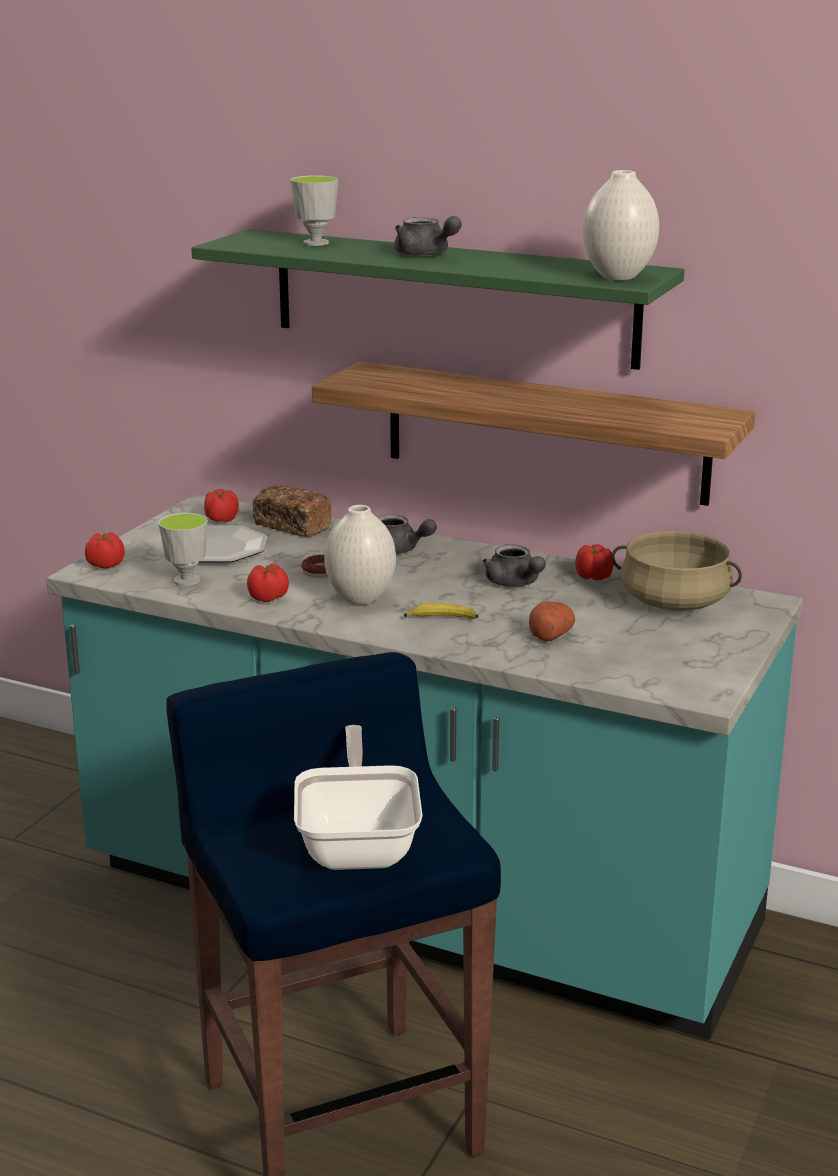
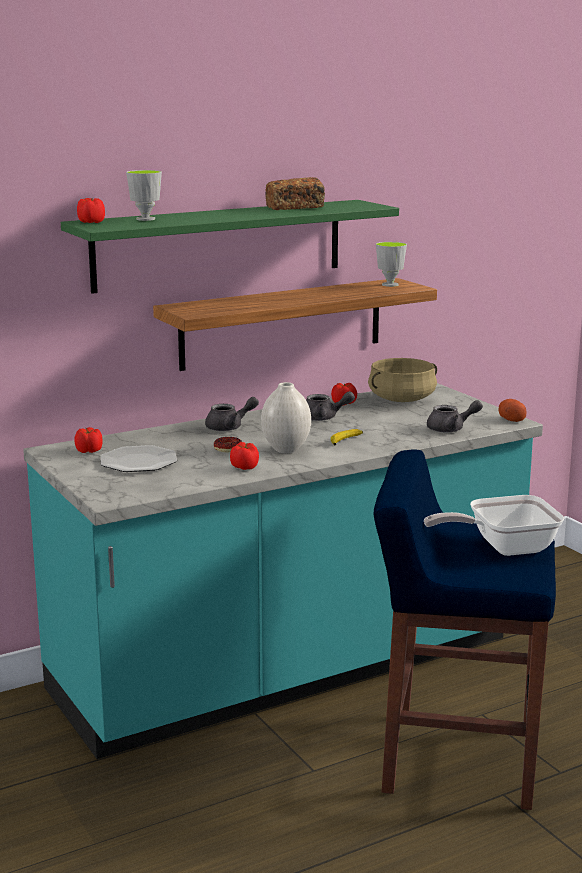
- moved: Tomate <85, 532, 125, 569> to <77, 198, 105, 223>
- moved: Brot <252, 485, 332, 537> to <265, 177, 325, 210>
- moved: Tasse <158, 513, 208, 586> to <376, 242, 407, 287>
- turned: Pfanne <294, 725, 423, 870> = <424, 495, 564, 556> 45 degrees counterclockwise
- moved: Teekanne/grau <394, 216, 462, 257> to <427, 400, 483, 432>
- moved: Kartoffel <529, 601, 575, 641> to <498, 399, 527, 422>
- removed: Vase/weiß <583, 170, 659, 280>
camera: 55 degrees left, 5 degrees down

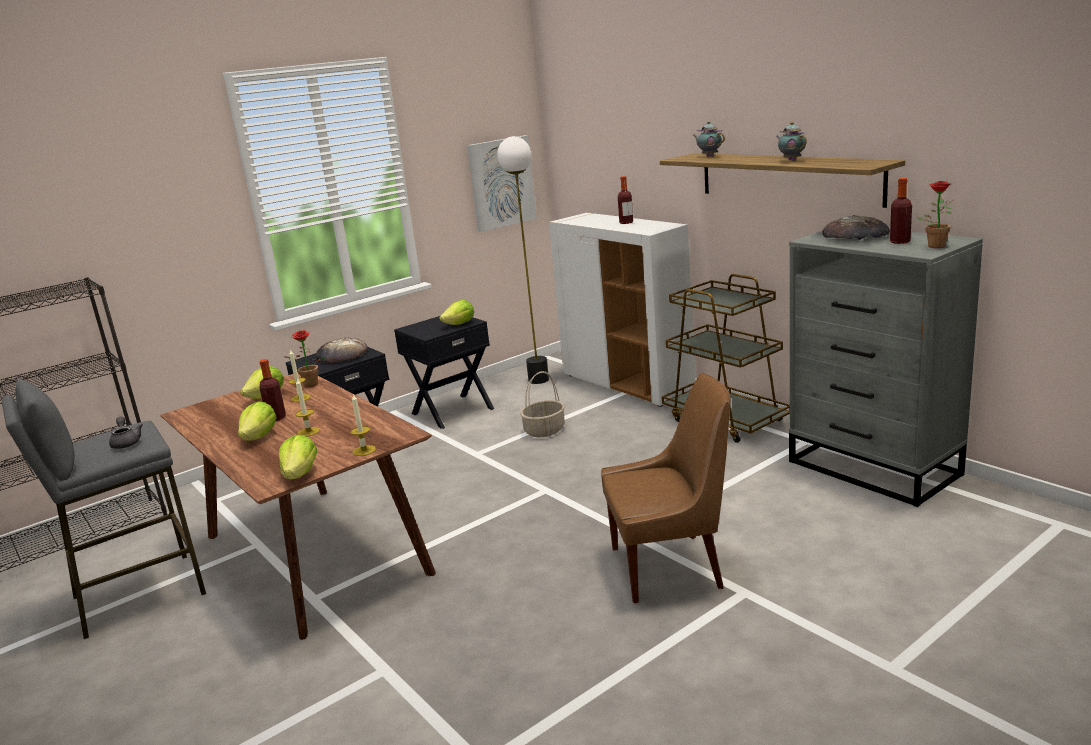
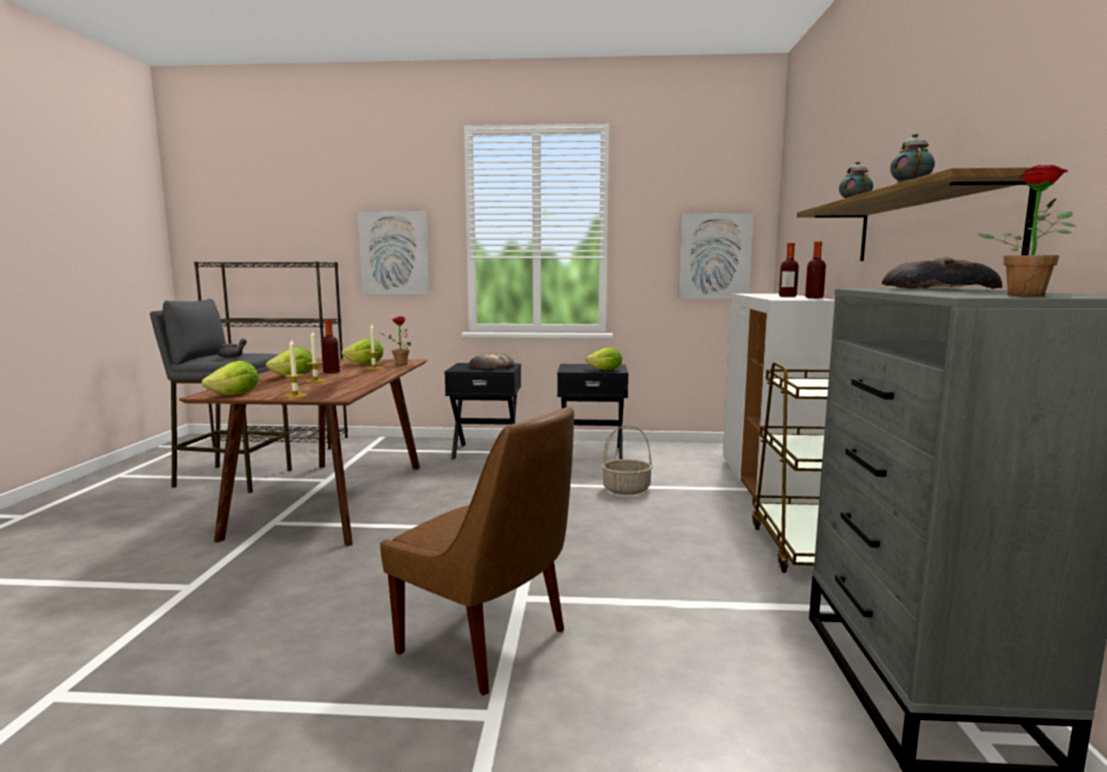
- added: Bild <358, 211, 429, 294>
- moved: Flasche <890, 178, 912, 244> to <805, 241, 826, 298>
- removed: Stehlampe <497, 136, 549, 384>
camera: 40 degrees right, 10 degrees down

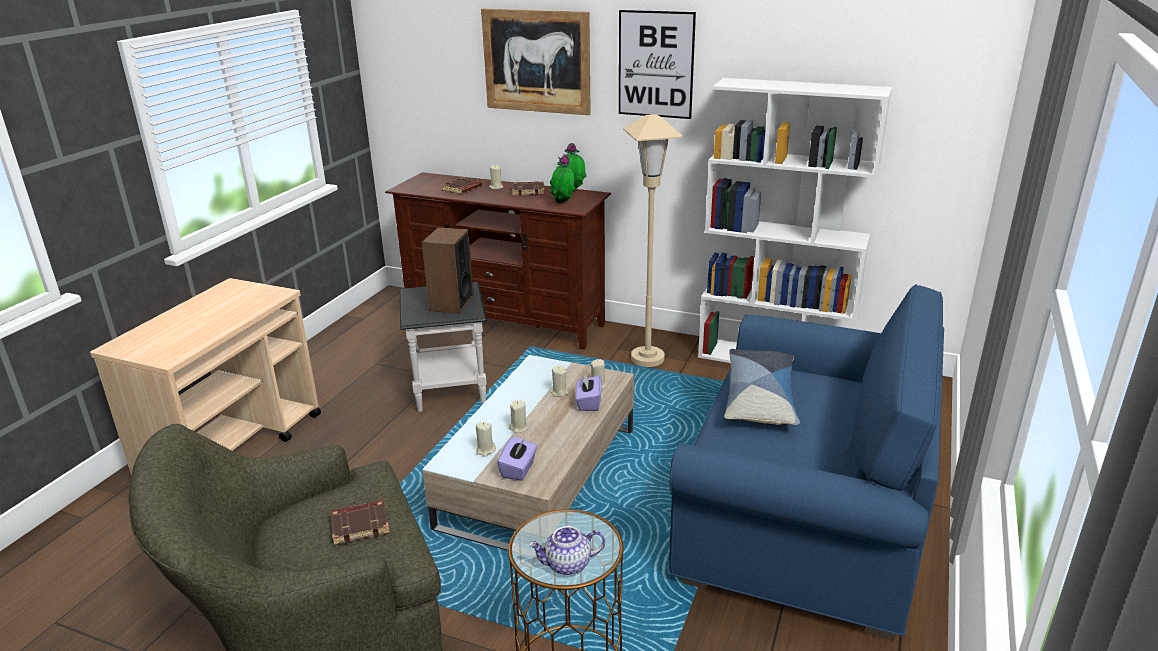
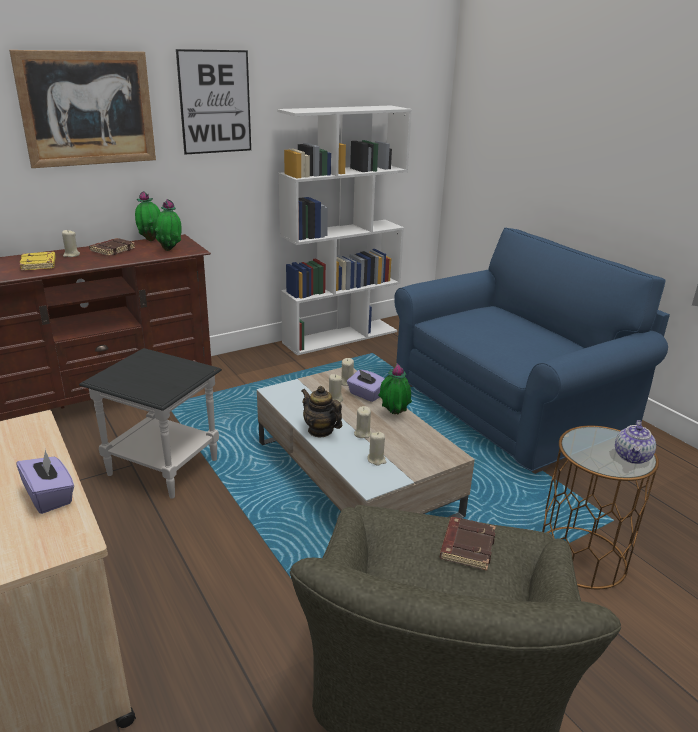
- moved: Taschentuchbox/lila <497, 436, 537, 481> to <16, 449, 74, 514>
- recoloured: Buch/braun <442, 177, 482, 194> to Buch/gelb <20, 252, 56, 271>
- added: Teekanne <301, 386, 342, 437>
- added: Topfpflanze <378, 363, 412, 414>
- removed: Lautsprecher <422, 227, 474, 314>
- removed: Stehlampe/beige <623, 114, 683, 367>
- removed: Kissen <724, 349, 800, 425>
camera: 55 degrees left, 0 degrees up

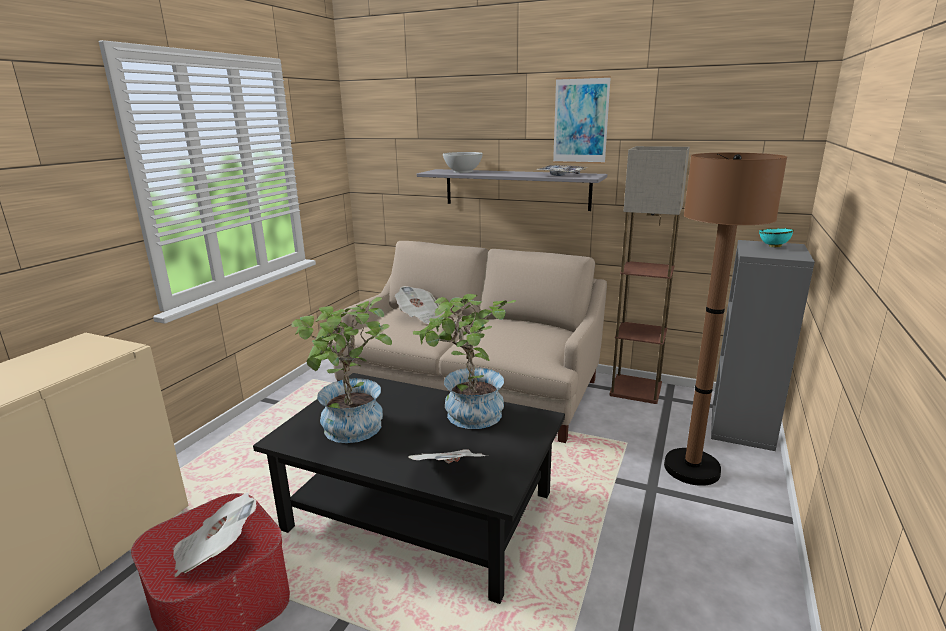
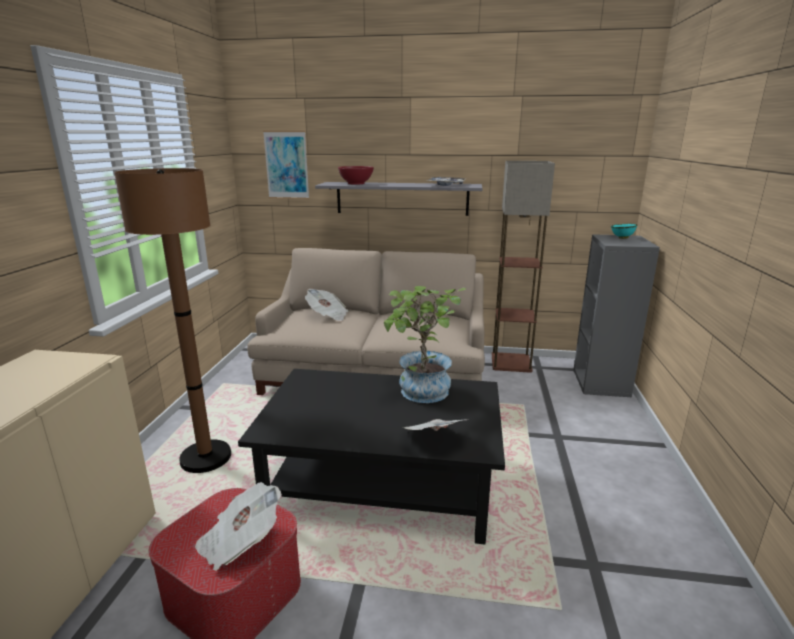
- moved: Stehlampe/braun <664, 153, 787, 486> to <114, 168, 231, 473>
- moved: Bild <553, 76, 611, 164> to <263, 131, 309, 199>
- recoloured: Schüssel/weiß <443, 152, 483, 173> to Schüssel/rot <338, 166, 374, 185>
- removed: Topfpflanze <292, 297, 392, 443>
camera: 15 degrees left, 0 degrees up

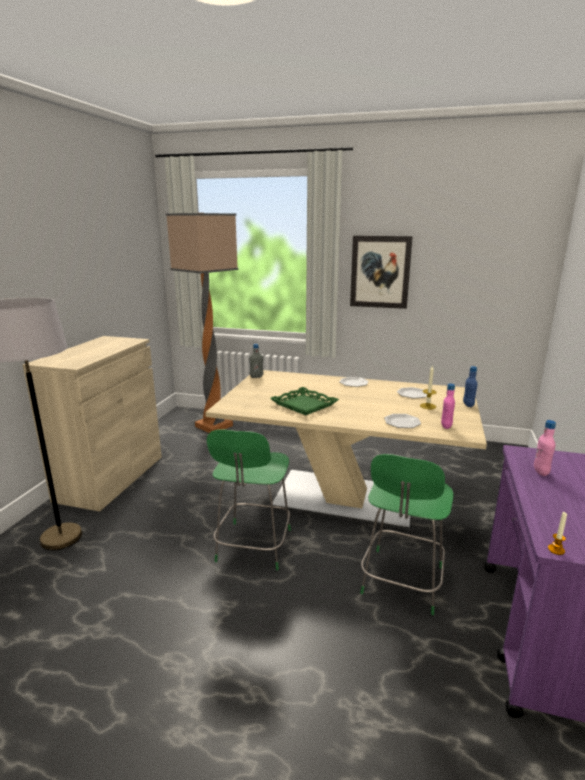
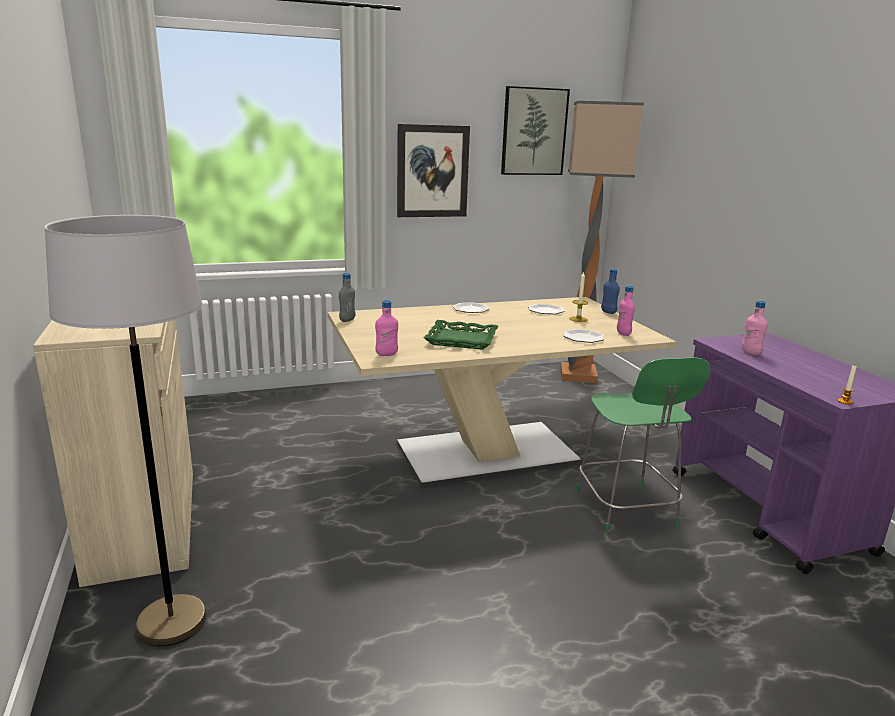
- added: Flasche/rosa <375, 300, 398, 356>
- added: Bild <501, 86, 570, 175>
- moved: Stehlampe <166, 213, 238, 433> to <561, 101, 644, 383>
- removed: Stuhl/grün <207, 429, 291, 570>
camera: 35 degrees left, 0 degrees up

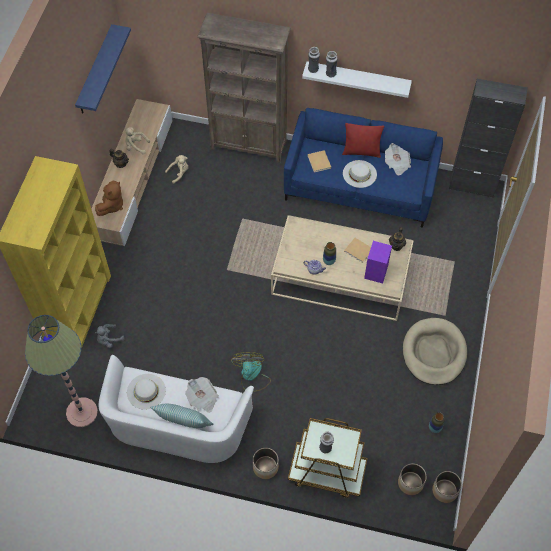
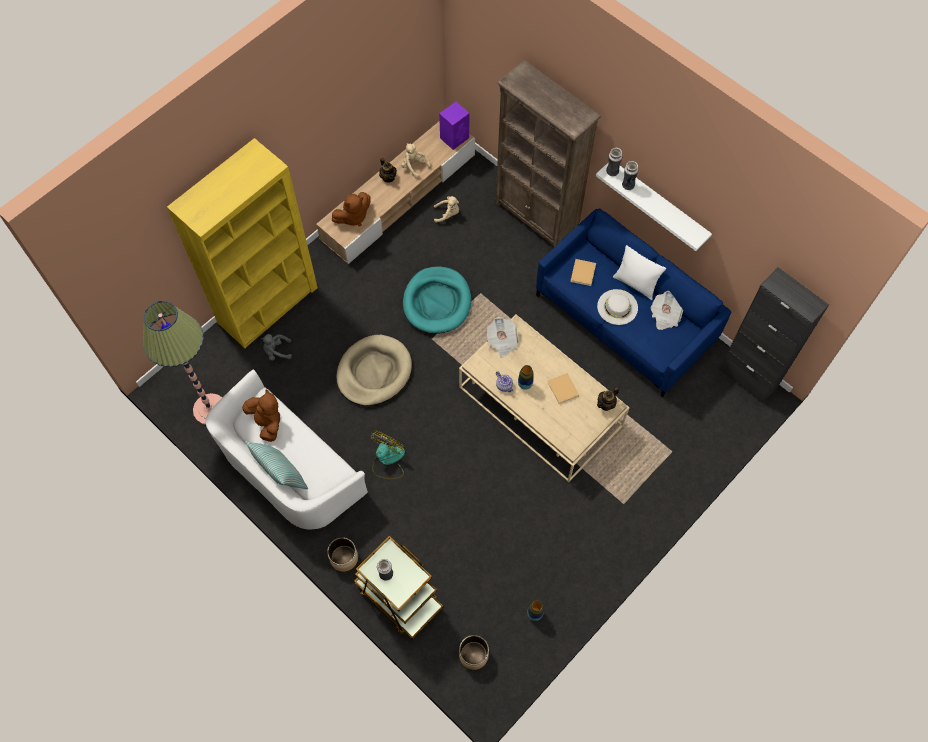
- replaced: Hut/weiß <127, 374, 166, 410> to Plüschtier/braun <242, 389, 280, 442>
- moved: Hundebett/beige <403, 318, 467, 385> to <336, 335, 412, 406>
- added: Hundebett/türkis <403, 267, 471, 334>
- moved: Lautsprecher/lila <364, 241, 392, 284> to <439, 102, 469, 150>
- moved: Zeitung <185, 377, 219, 413> to <487, 317, 519, 358>
- recoloured: Kissen/rot <342, 123, 384, 158> to Kissen/weiß <613, 245, 666, 300>
- removed: Wandregal/blau <75, 24, 131, 114>
- removed: Pflanzkübel <432, 471, 462, 503>
camera: 30 degrees right, 5 degrees up

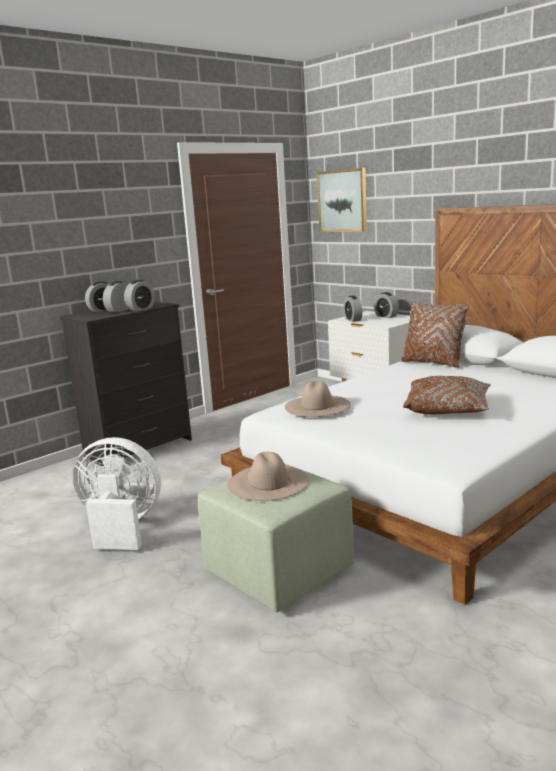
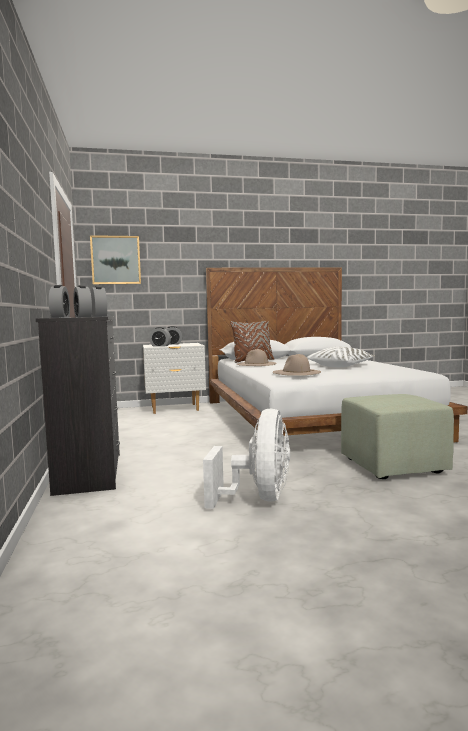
- turned: Ventilator/weiß <73, 437, 161, 550> = <203, 408, 290, 509> 150 degrees clockwise
- moved: Hut/beige <227, 452, 308, 501> to <237, 349, 276, 366>
- recoloured: Kissen/braun <403, 376, 491, 415> to Kissen/weiß <307, 346, 375, 367>
camera: 60 degrees left, 10 degrees down

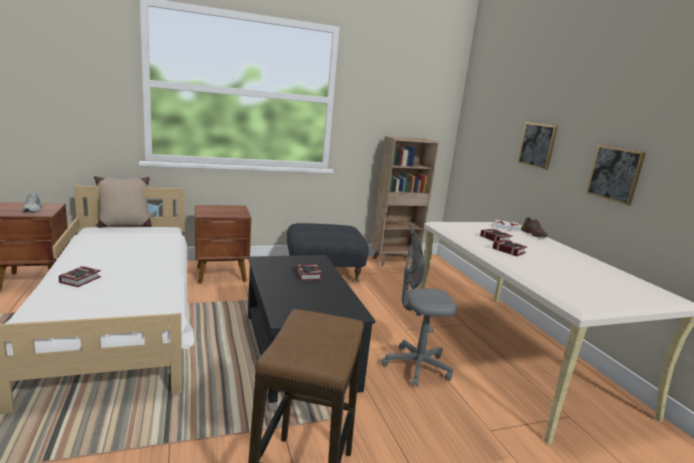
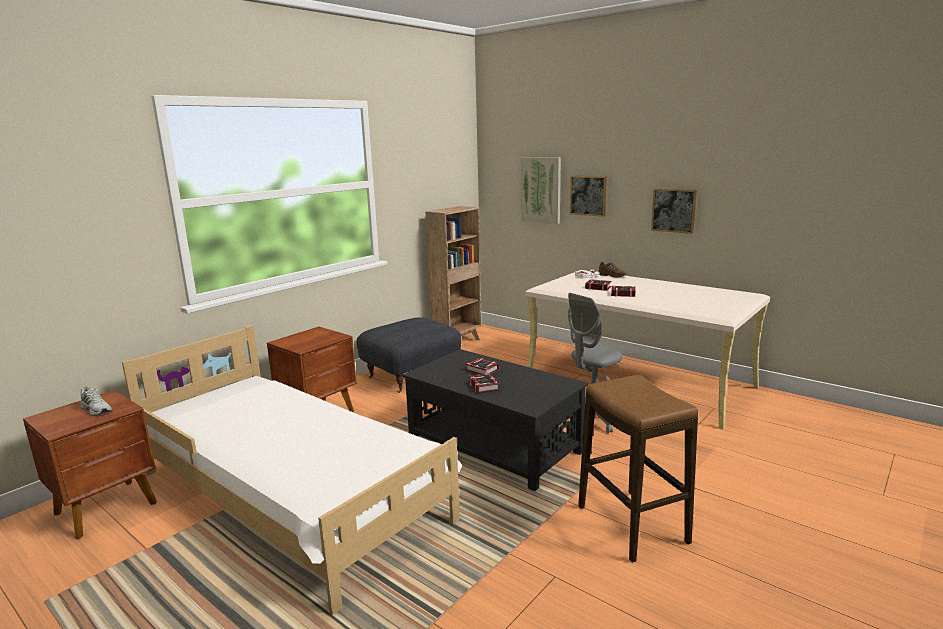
- moved: Buch <59, 266, 101, 287> to <469, 373, 499, 394>
- added: Bild <521, 157, 561, 224>
- removed: Kissen/beige <94, 176, 152, 228>
camera: 30 degrees left, 0 degrees up

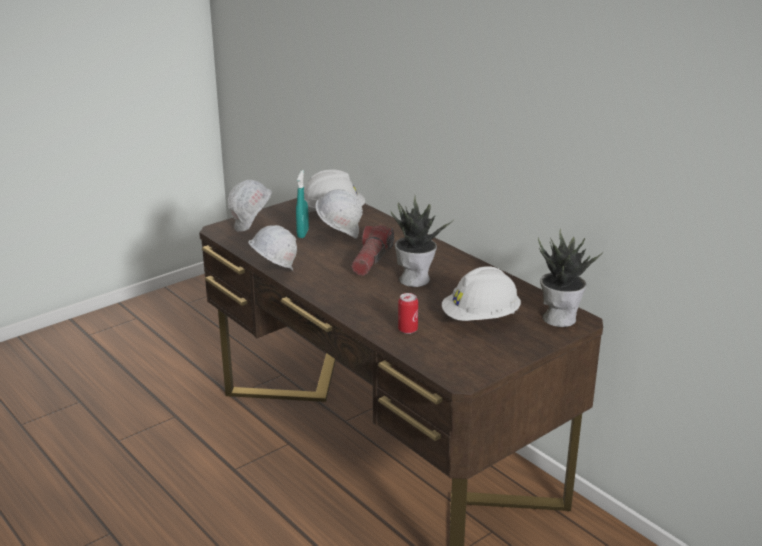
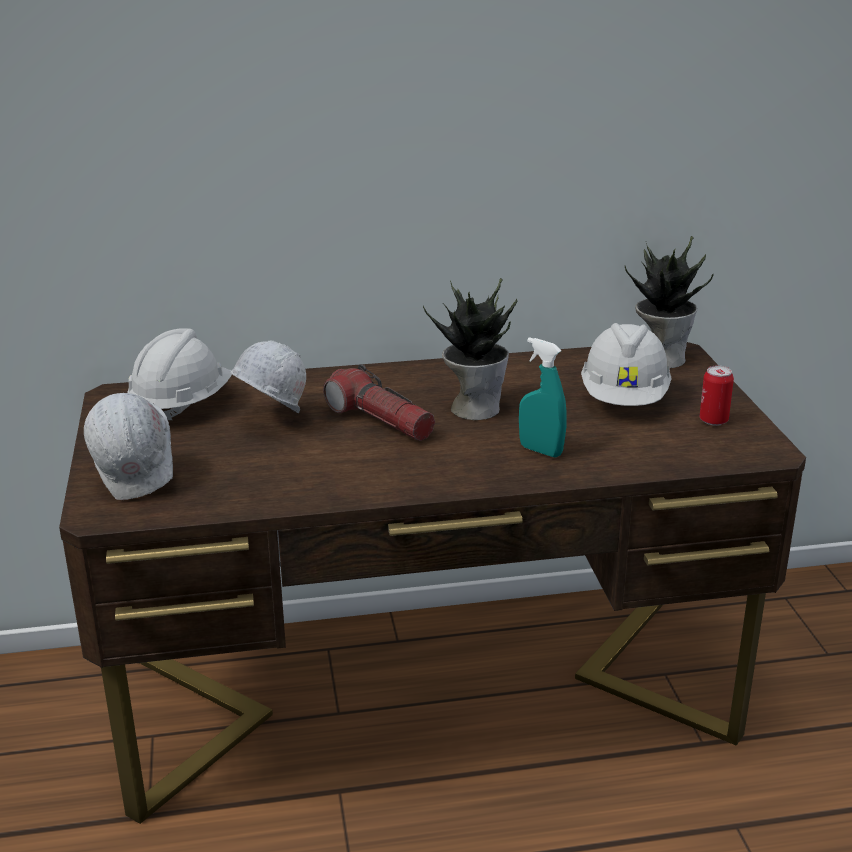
- moved: Sprühflasche/türkis <296, 170, 309, 238> to <519, 337, 567, 458>
- moved: Dose <398, 293, 418, 334> to <699, 365, 734, 426>
- removed: Schutzhelm/weiß <248, 225, 297, 271>
camera: 60 degrees left, 0 degrees up

